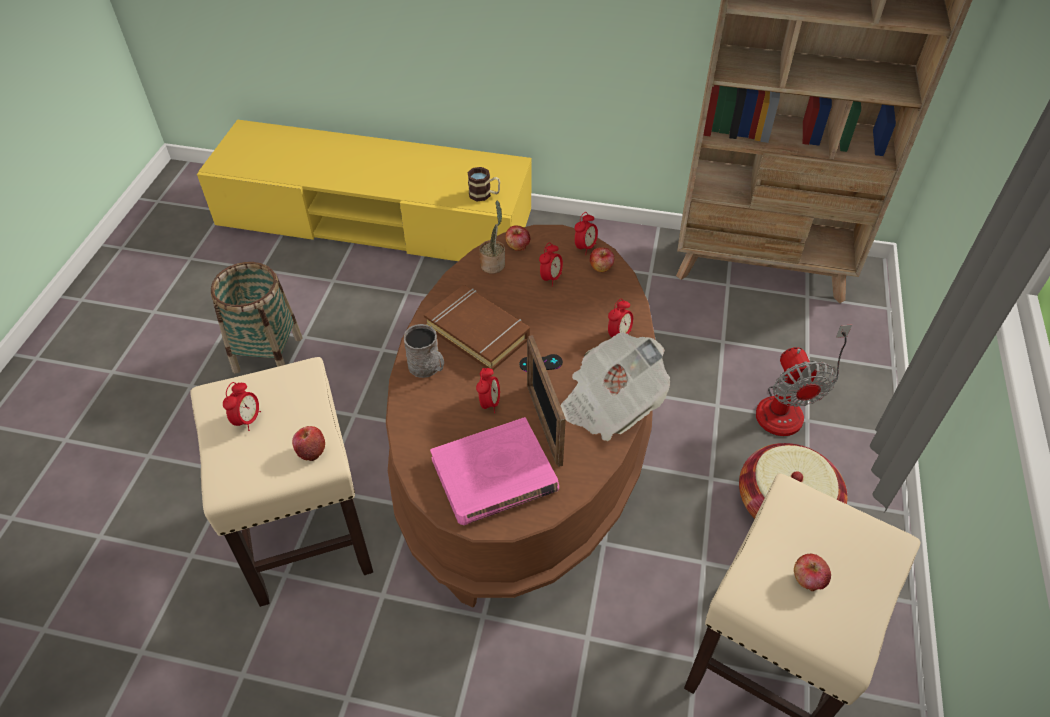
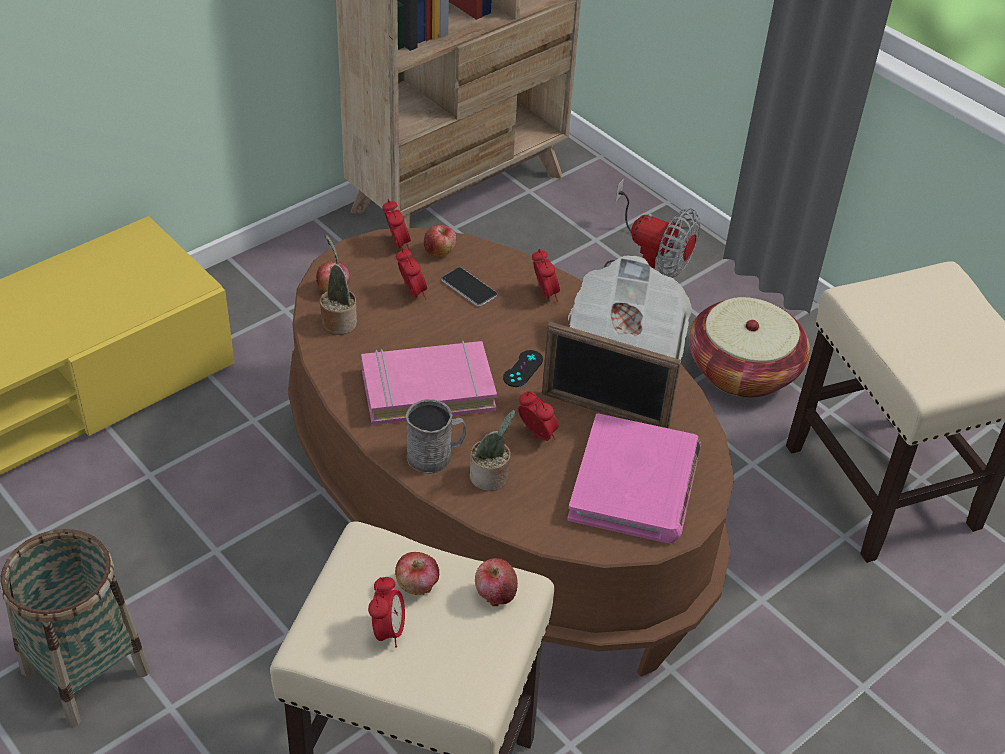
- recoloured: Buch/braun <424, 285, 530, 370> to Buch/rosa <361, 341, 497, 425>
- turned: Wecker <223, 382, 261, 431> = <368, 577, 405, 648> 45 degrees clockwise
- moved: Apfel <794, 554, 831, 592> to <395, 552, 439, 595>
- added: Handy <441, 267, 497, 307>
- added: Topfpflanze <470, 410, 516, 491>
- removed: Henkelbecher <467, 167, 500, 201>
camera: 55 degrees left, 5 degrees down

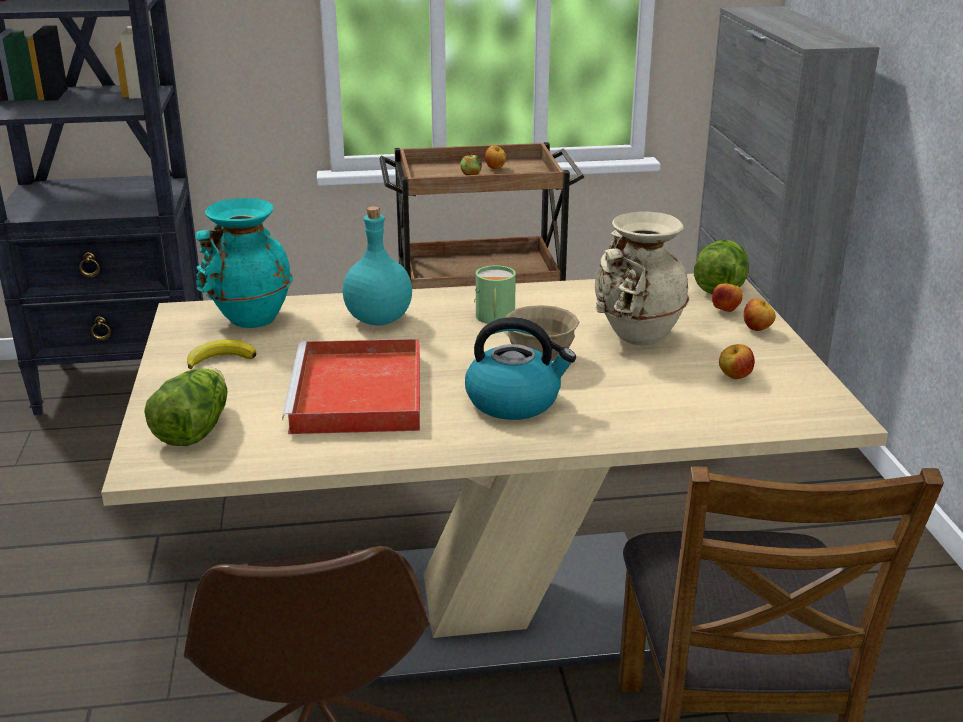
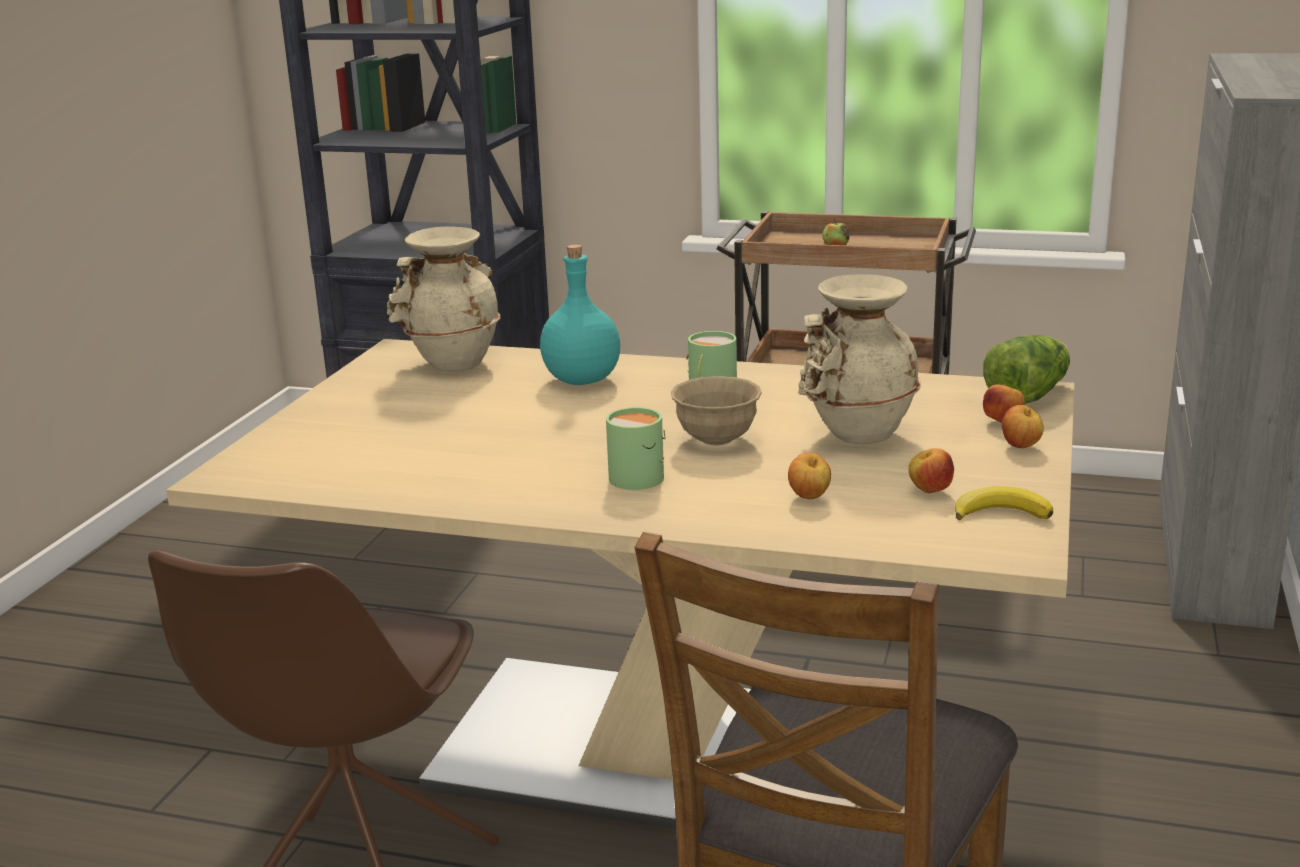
- recoloured: Vase/türkis <196, 198, 293, 328> to Vase/beige <387, 227, 501, 372>
- replaced: Wasserkessel <465, 317, 576, 420> to Henkelbecher/grün <606, 407, 665, 490>
- moved: Apfel <485, 145, 506, 169> to <788, 452, 831, 499>
- moved: Banane <187, 339, 256, 369> to <955, 486, 1053, 520>
- removed: Salatkopf <144, 368, 227, 446>
- removed: Tablett/rot <282, 339, 420, 434>
camera: 25 degrees right, 5 degrees down

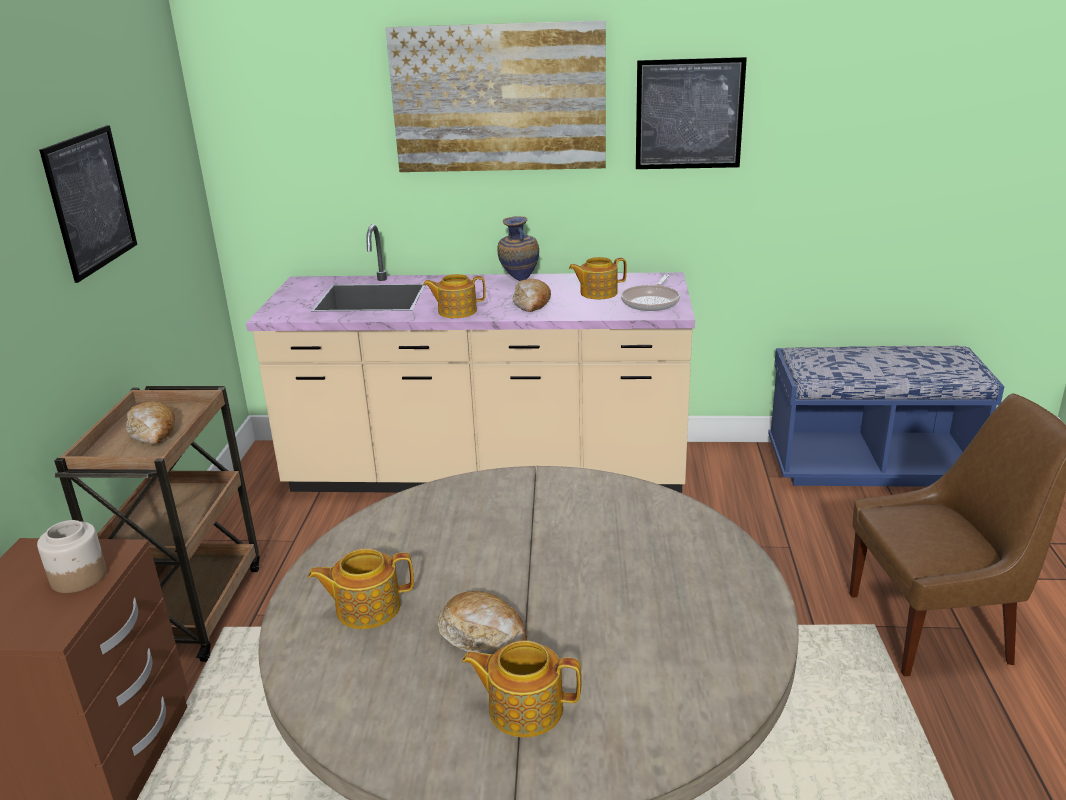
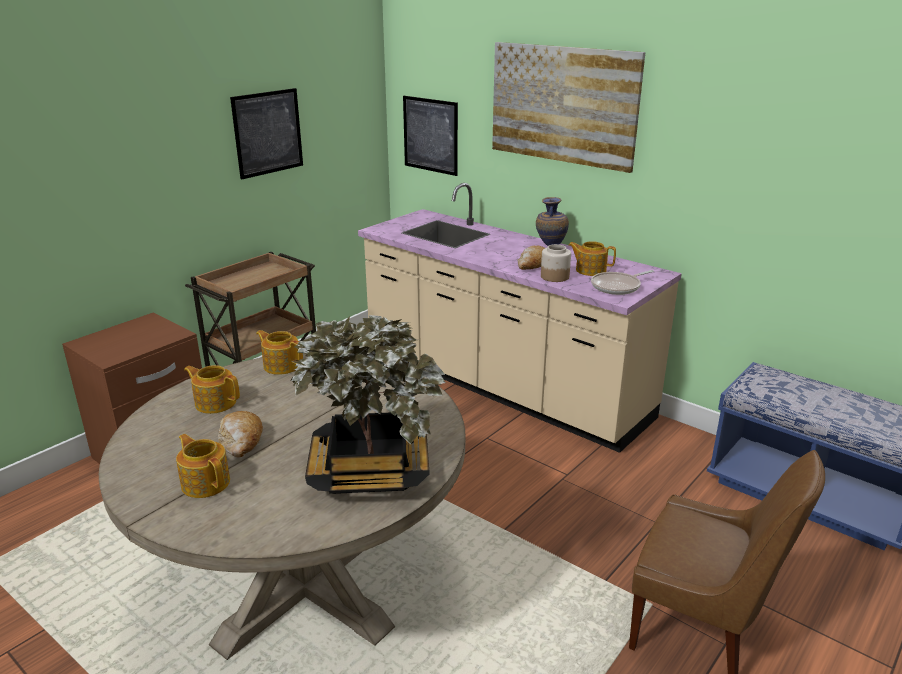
- moved: Teekanne <423, 274, 486, 318> to <256, 330, 303, 375>
- added: Topfpflanze <291, 315, 445, 494>
- moved: Bild <636, 57, 747, 169> to <403, 96, 458, 176>
- moved: Vorratsglas <37, 520, 107, 593> to <541, 244, 571, 282>
- removed: Brot <126, 401, 175, 444>
camera: 35 degrees right, 0 degrees up

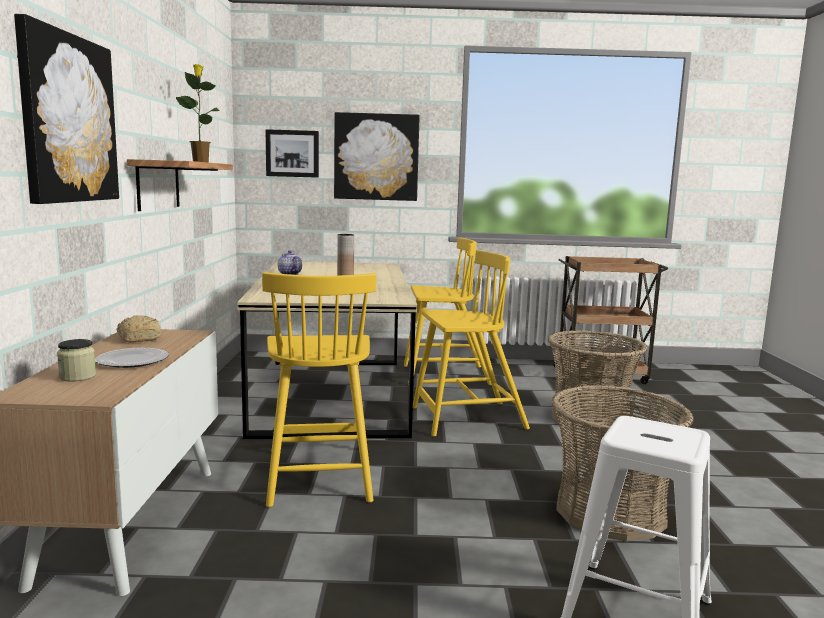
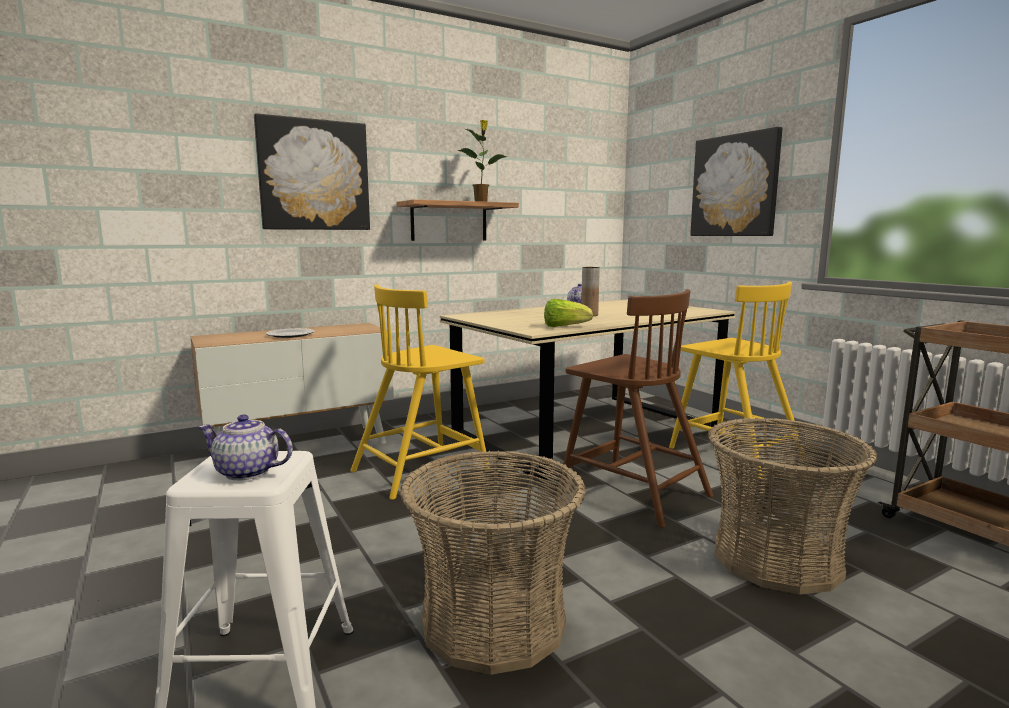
- added: Teekanne <198, 414, 293, 480>
- added: Salatkopf <544, 299, 593, 327>
- recoloured: Stuhl/gelb <413, 250, 530, 436> to Stuhl/braun <560, 289, 713, 528>
- removed: Vorratsglas <57, 339, 96, 382>
- removed: Brot <117, 315, 161, 343>
- removed: Bild <266, 129, 319, 178>
camera: 60 degrees right, 0 degrees up

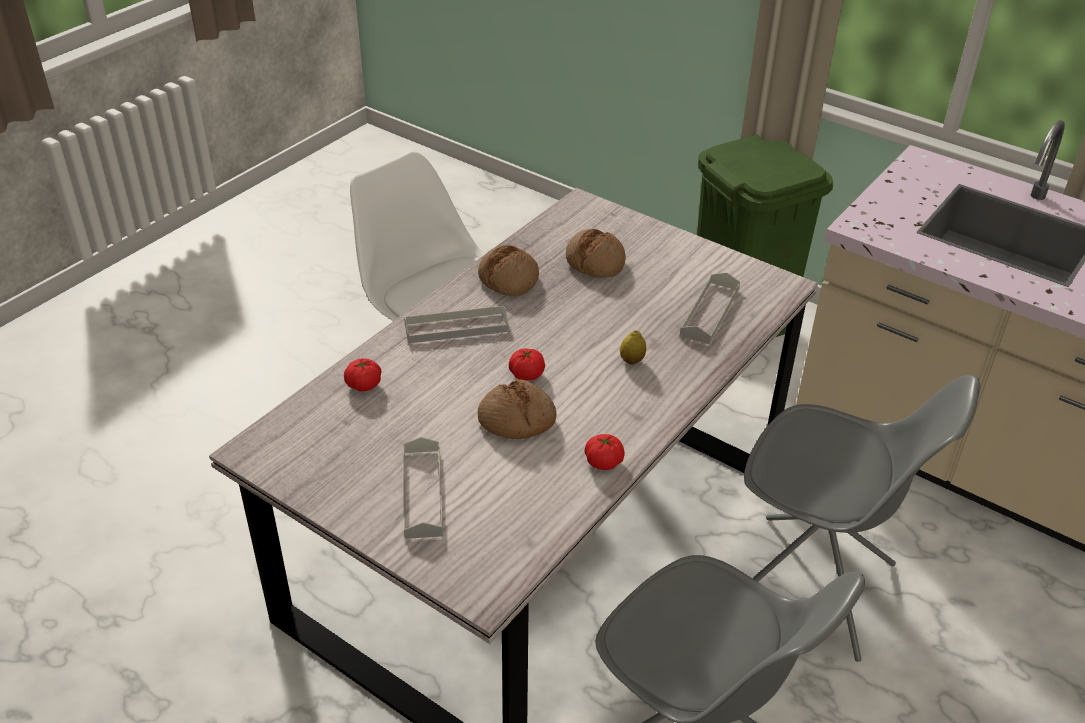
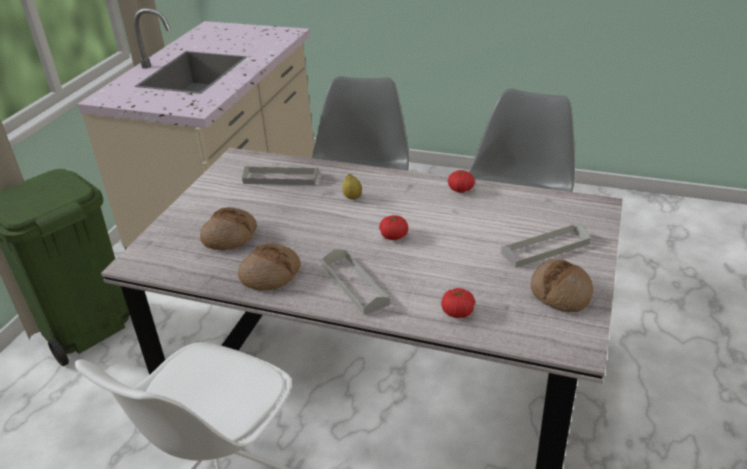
- moved: Brot <478, 380, 557, 439> to <531, 259, 593, 312>
camera: 105 degrees left, 5 degrees down

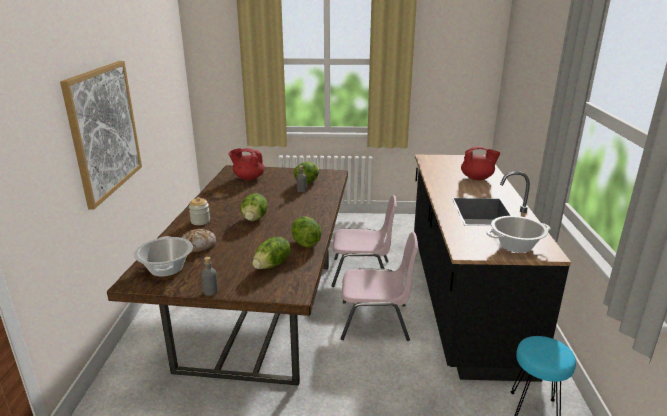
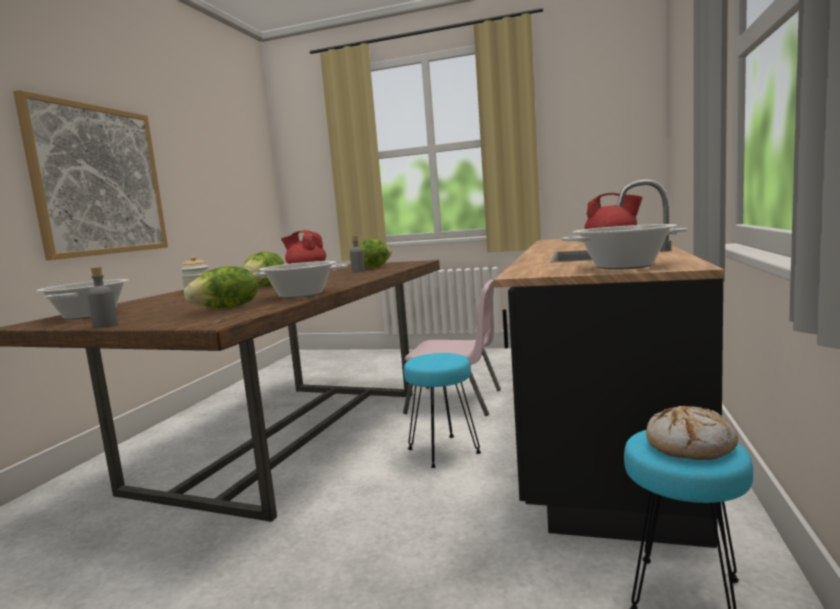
- replaced: Salatkopf <291, 217, 322, 247> to Kochtopf <253, 261, 348, 298>
- replaced: Stuhl/rosa <340, 232, 418, 341> to Hocker/türkis <404, 353, 481, 468>
- moved: Brot <182, 229, 216, 252> to <646, 406, 738, 460>
camera: 15 degrees right, 15 degrees down

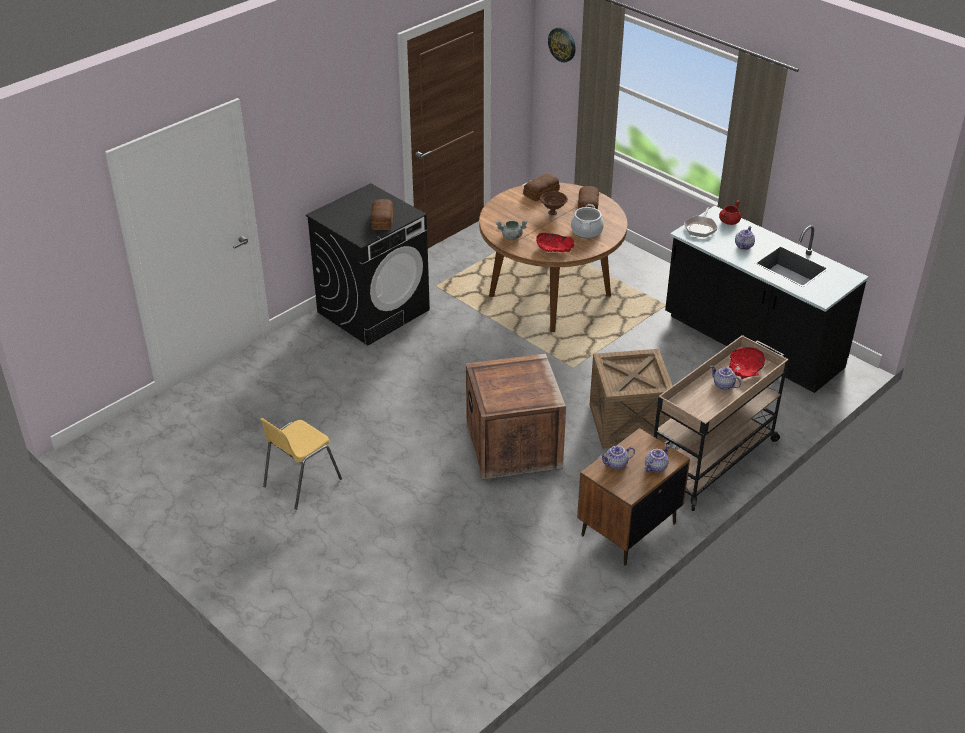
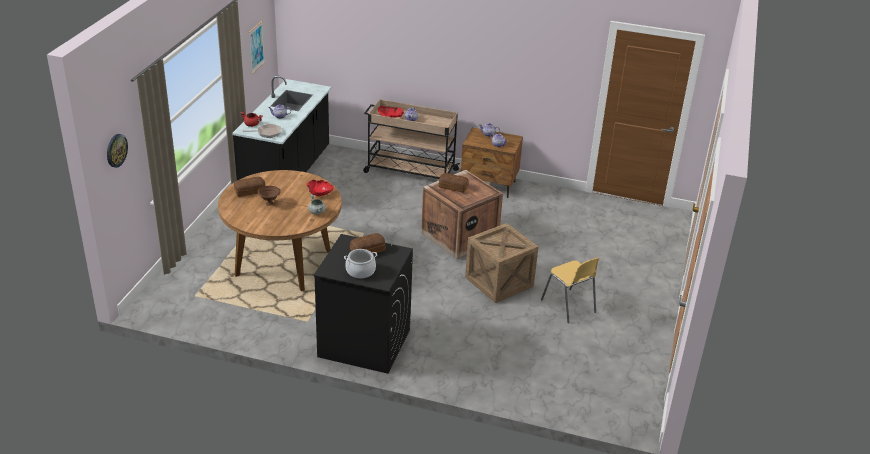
- added: Bild <249, 21, 265, 74>
- moved: Kochtopf <571, 204, 604, 238> to <344, 249, 377, 279>
- moved: Brot <523, 174, 560, 201> to <439, 173, 469, 193>
- moved: Kiste <590, 349, 673, 449> to <465, 223, 538, 303>
- turned: Stuhl/gelb <260, 418, 342, 510> = <541, 257, 599, 323> 45 degrees clockwise
camera: 120 degrees left, 5 degrees down

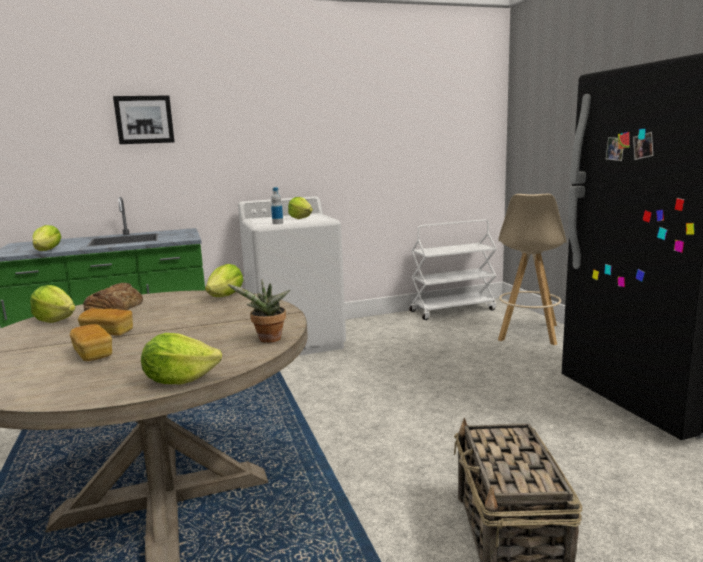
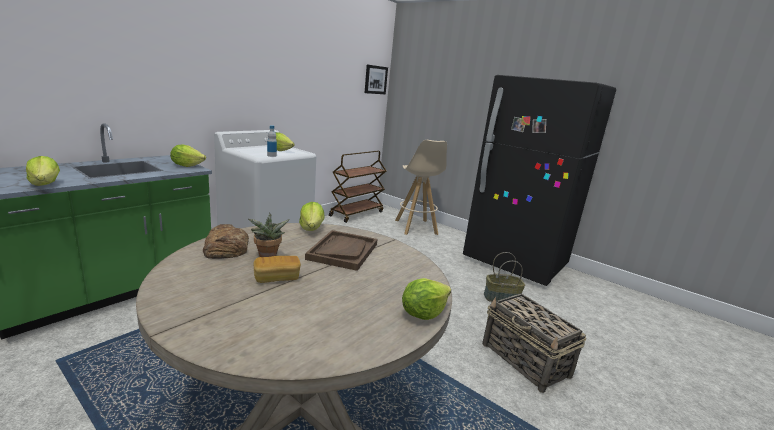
- moved: Salatkopf <30, 285, 76, 323> to <170, 144, 206, 167>
- moved: Topfpflanze <228, 279, 290, 343> to <248, 213, 290, 257>
- added: Tablett/braun <305, 230, 378, 271>
- recoloured: Rollwagen/weiß <409, 219, 497, 320> to Rollwagen/braun <329, 151, 386, 223>
- moved: Bild <113, 96, 175, 144> to <365, 65, 388, 94>
- added: Korb <484, 252, 525, 302>
- removed: Brot <70, 324, 112, 361>
camera: 35 degrees left, 5 degrees up

